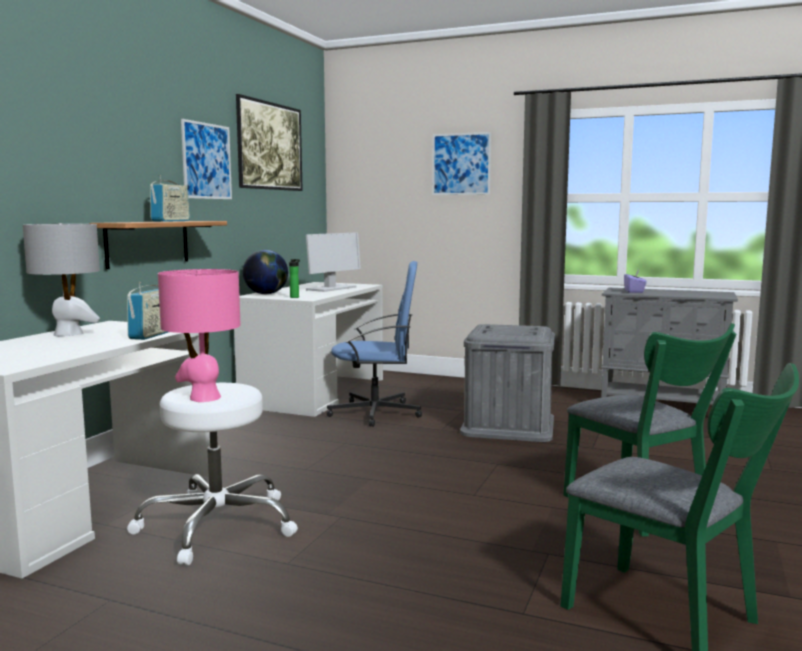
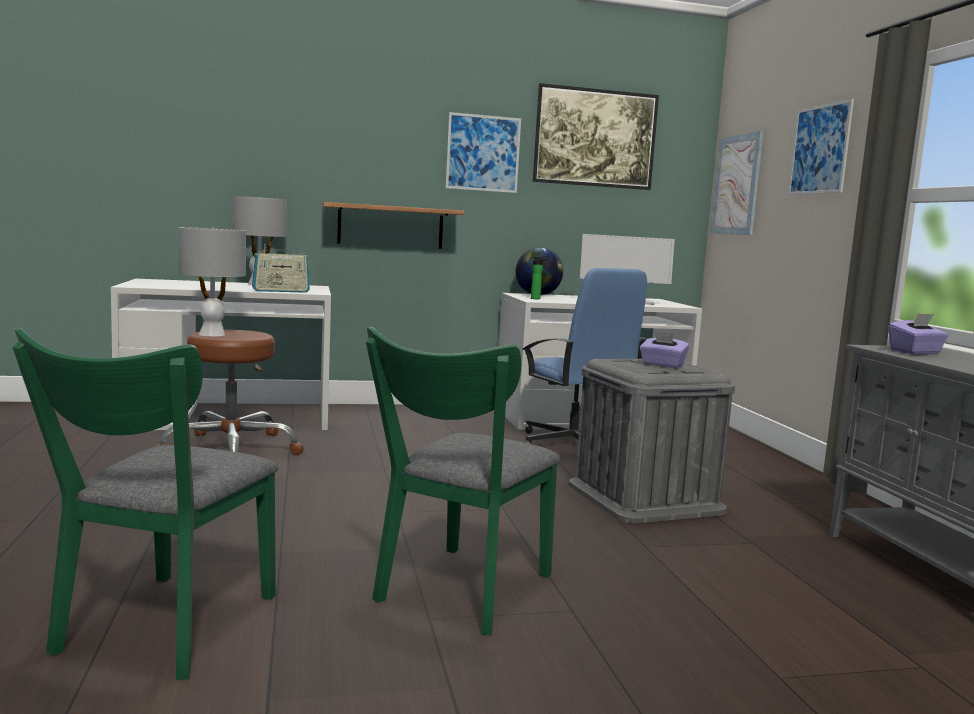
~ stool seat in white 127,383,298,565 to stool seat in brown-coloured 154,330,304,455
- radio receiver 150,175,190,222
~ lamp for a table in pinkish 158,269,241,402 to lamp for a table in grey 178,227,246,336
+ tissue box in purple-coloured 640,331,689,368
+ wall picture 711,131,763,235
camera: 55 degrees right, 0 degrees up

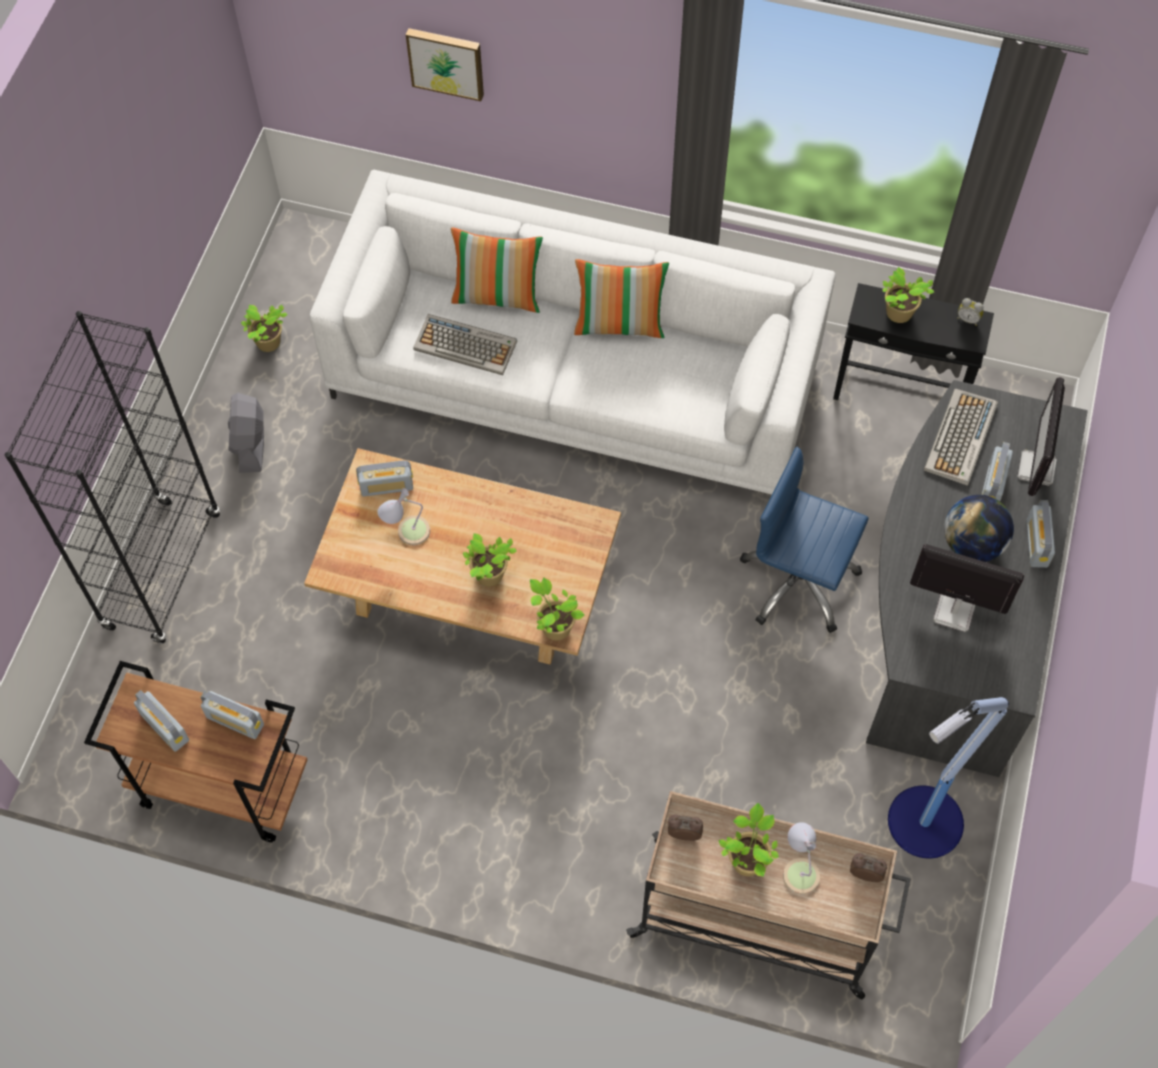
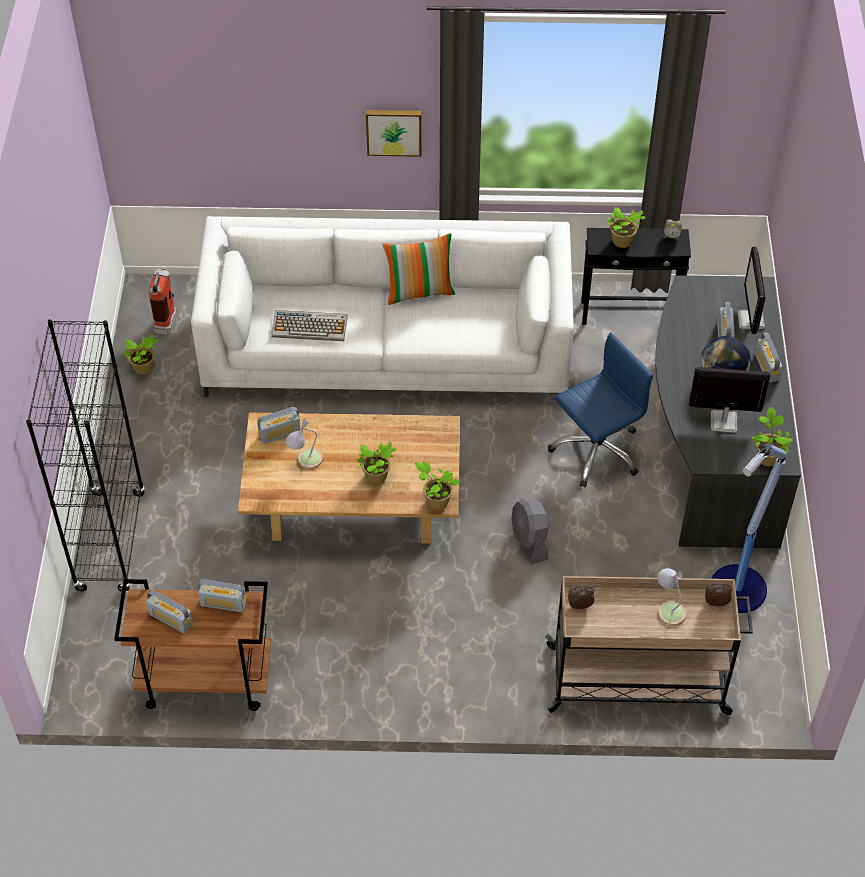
~ electric fan in grey 228,393,264,473 to 511,498,550,564
~ wall picture 406,28,484,101 to 366,110,422,157
- cushion 451,227,543,313
~ potted plant 719,803,779,877 to 751,407,793,467
~ desk chair in blue-coloured 740,447,869,633 = 548,333,653,487 135 degrees clockwise
- PC keyboard 924,389,998,486
+ fire-fighting cylinder 149,268,177,335
camera: 15 degrees left, 10 degrees down

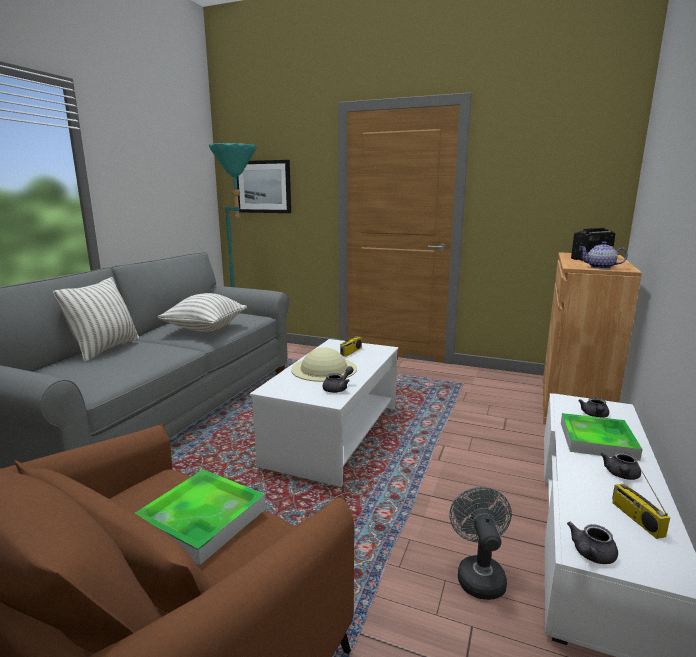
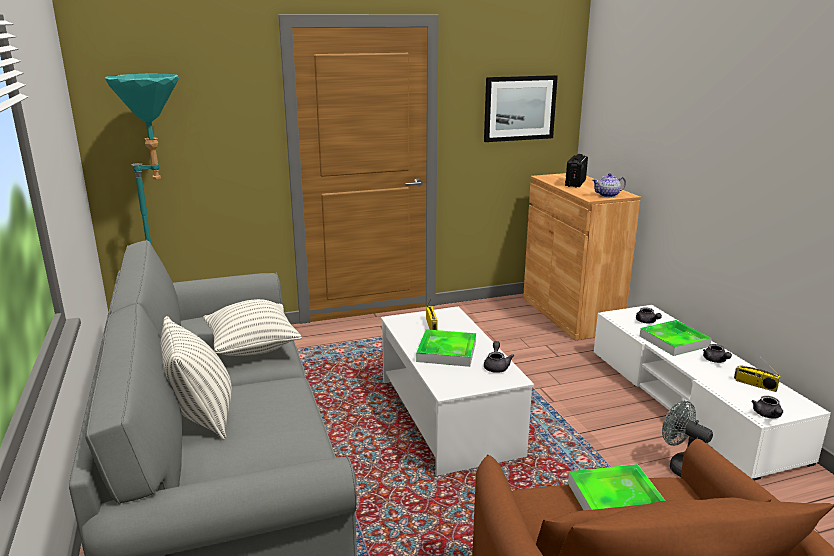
~ wall picture 237,160,291,213 to 484,75,558,142
~ wearable hat in beige 291,347,357,382 to serving tray 416,329,476,367
camera: 40 degrees left, 5 degrees up

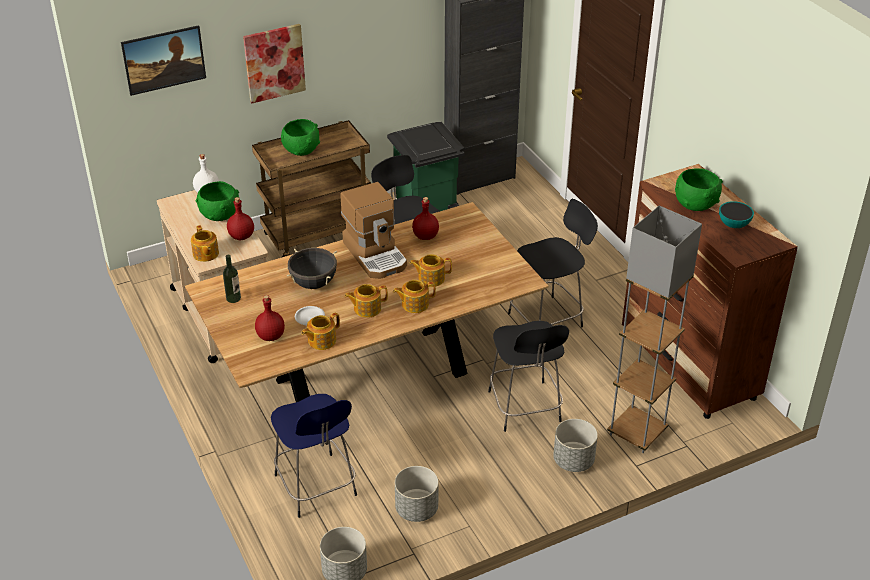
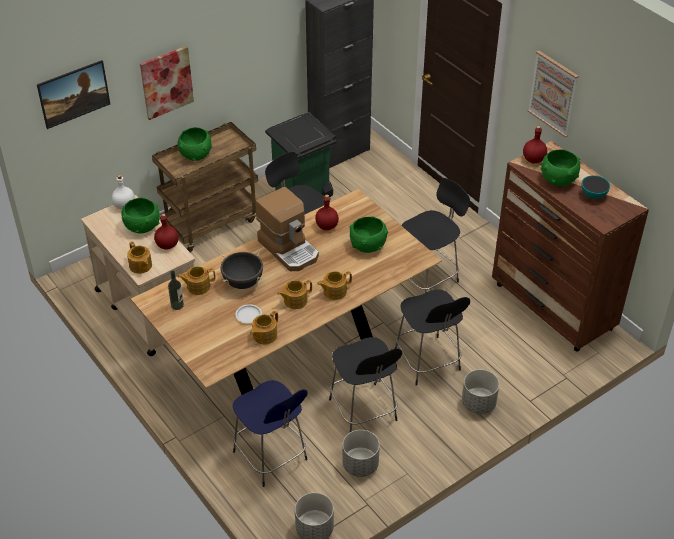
~ bottle in red-coloured 255,295,285,341 to 523,126,547,163
~ tea pot 409,254,452,287 to 178,266,215,295
- standard lamp in grey 607,205,702,453
+ stool seat in blackish 329,337,402,432
+ serving bowl in green 349,216,388,253
+ wall picture 528,51,579,137
camera: 10 degrees left, 5 degrees up

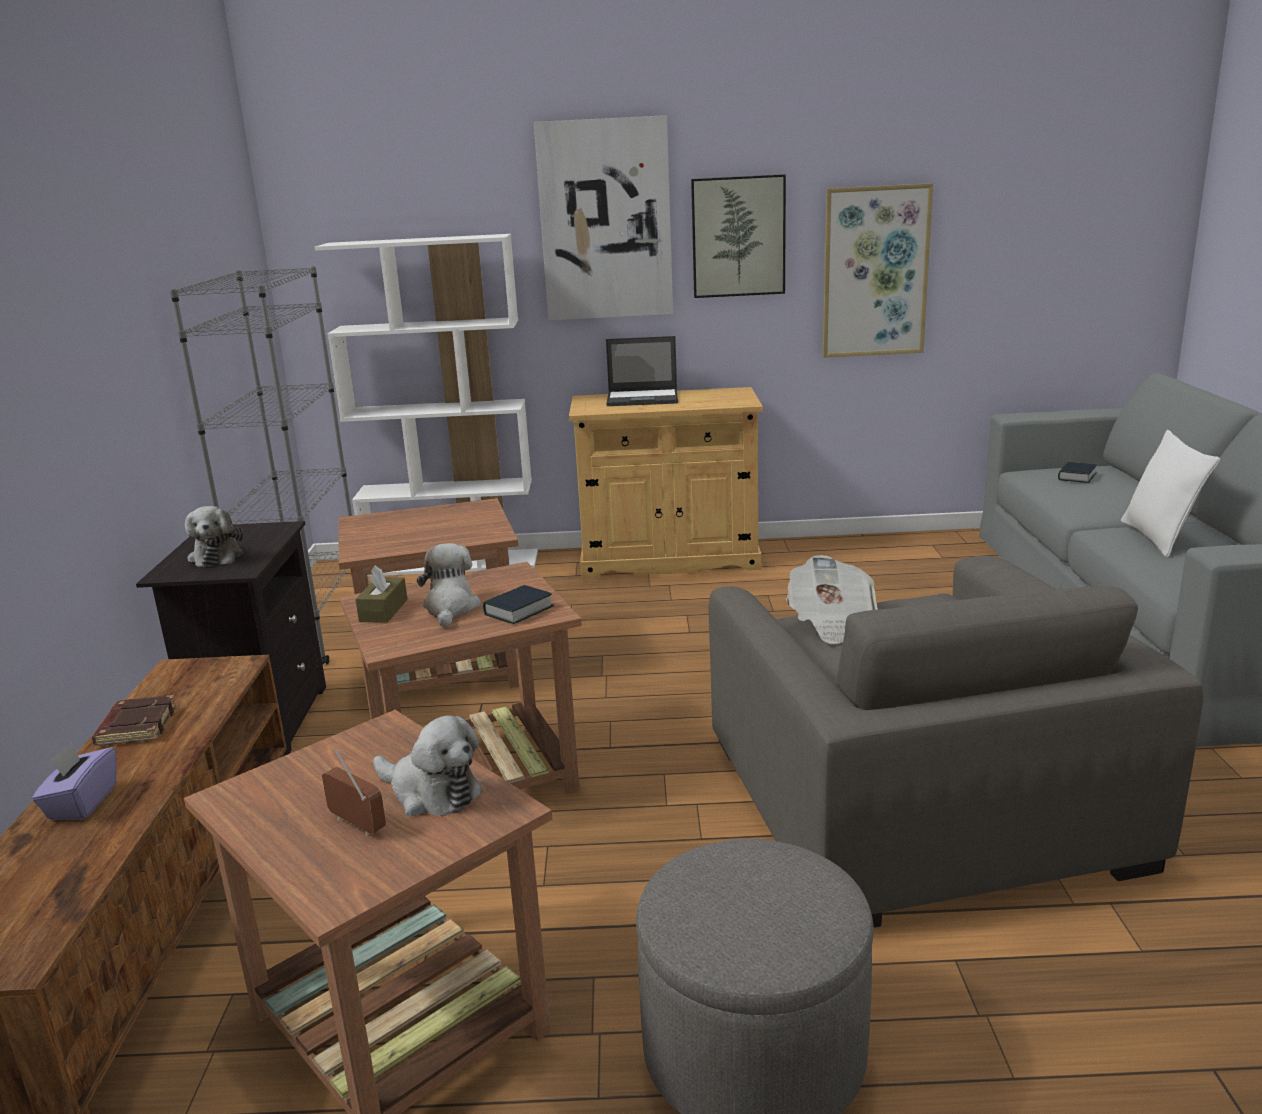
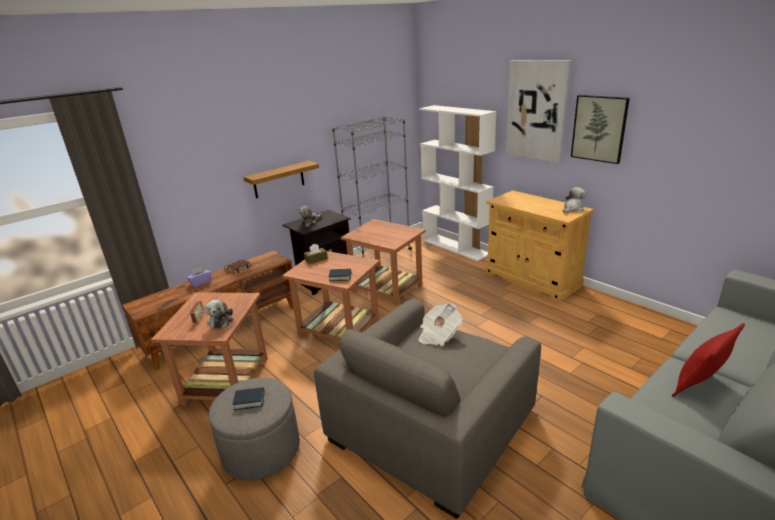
~ plush toy 417,543,481,627 to 563,187,586,213
- laptop 606,336,678,406
- wall picture 822,183,933,358
~ bound book 1058,462,1097,483 to 233,387,265,410
~ cushion in white 1121,430,1220,558 to cushion in red-coloured 672,323,745,397
+ wall shelf 243,161,319,198
camera: 50 degrees right, 5 degrees up

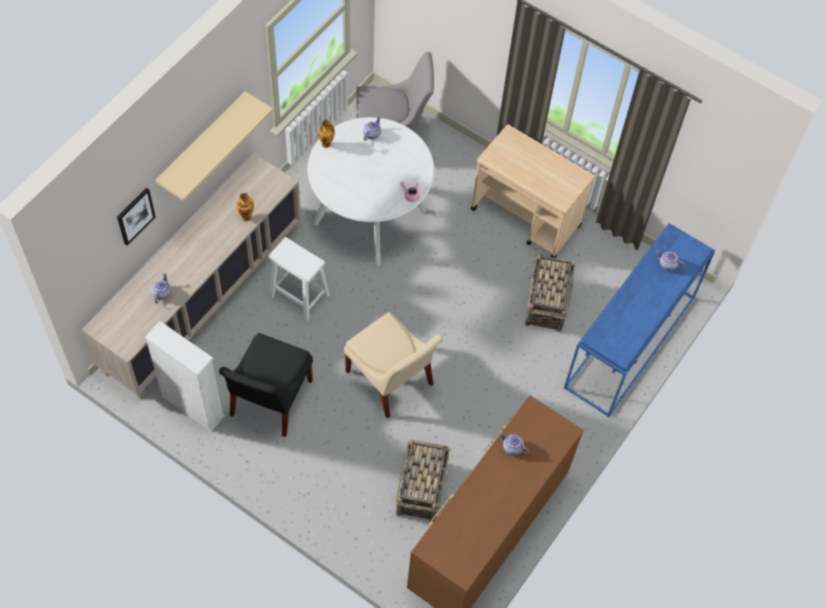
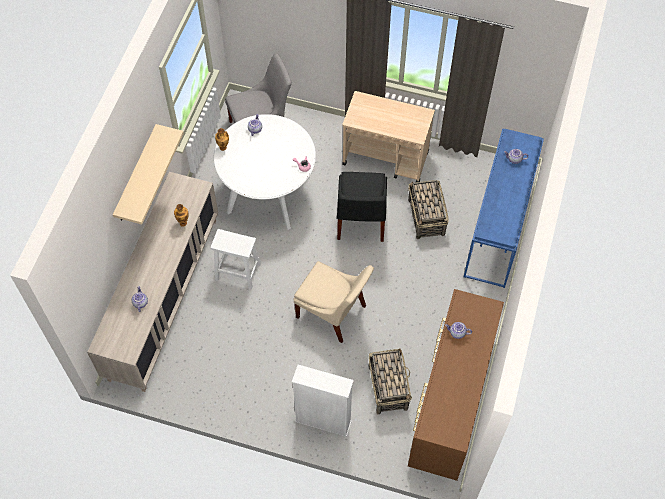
- wall picture 117,188,156,246
~ bookcase in white 145,321,225,431 to 292,365,354,437
~ chair in blackish 219,333,313,437 to 337,172,387,242
camera: 15 degrees left, 0 degrees up

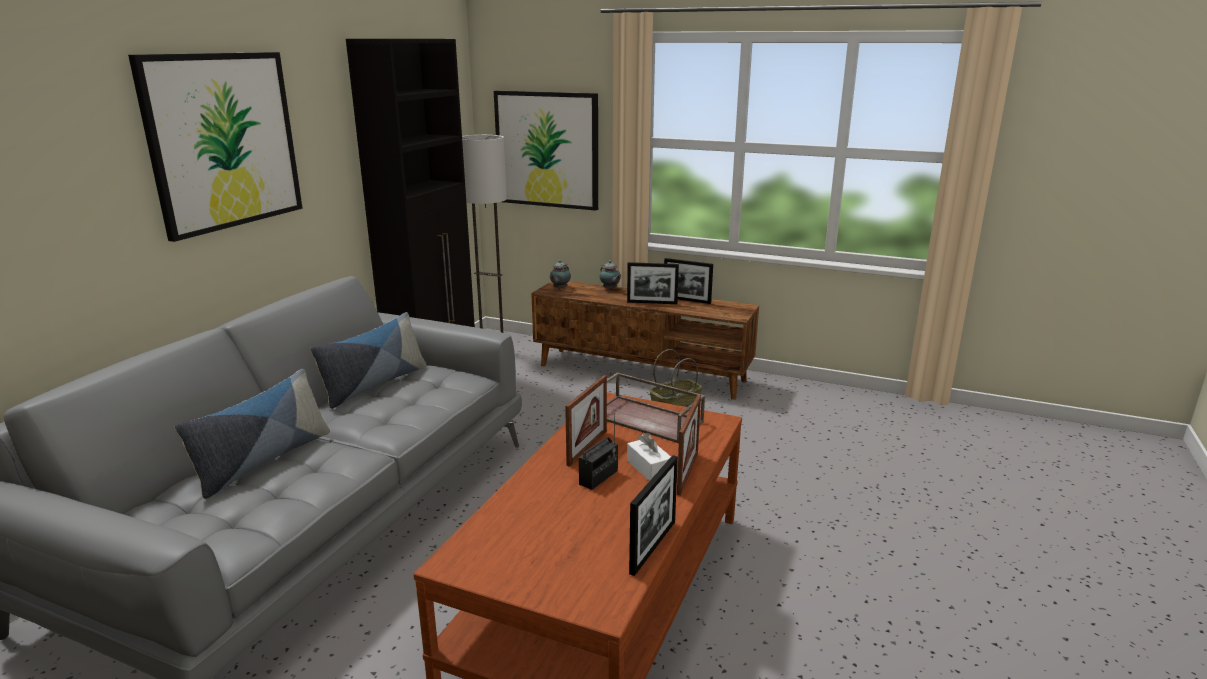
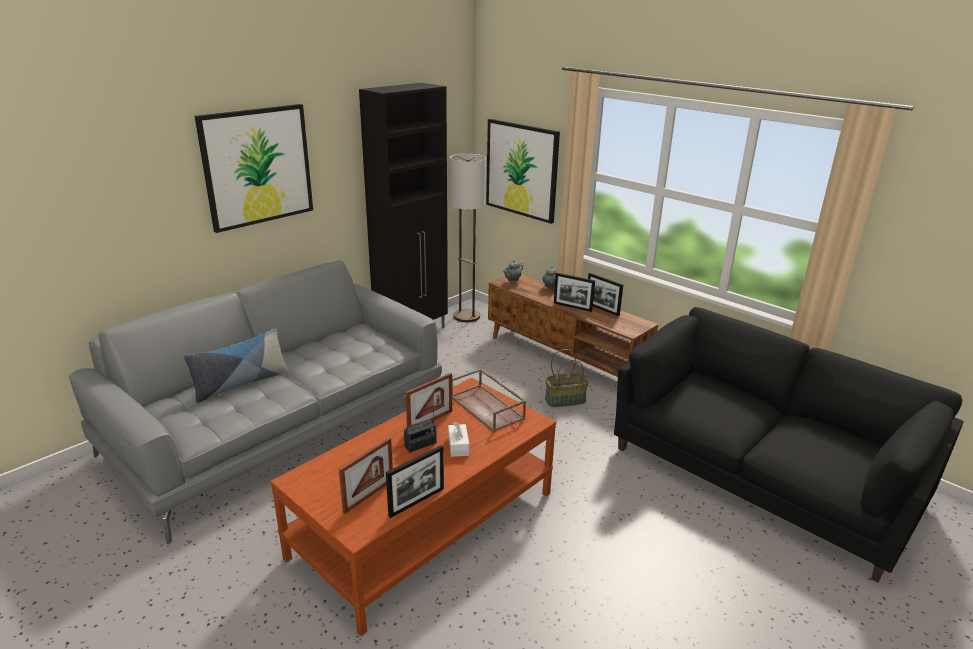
- cushion 310,312,427,409
~ standing frame 677,395,701,496 to 339,437,393,514
+ couch in blackish 614,307,964,582
camera: 20 degrees right, 5 degrees up

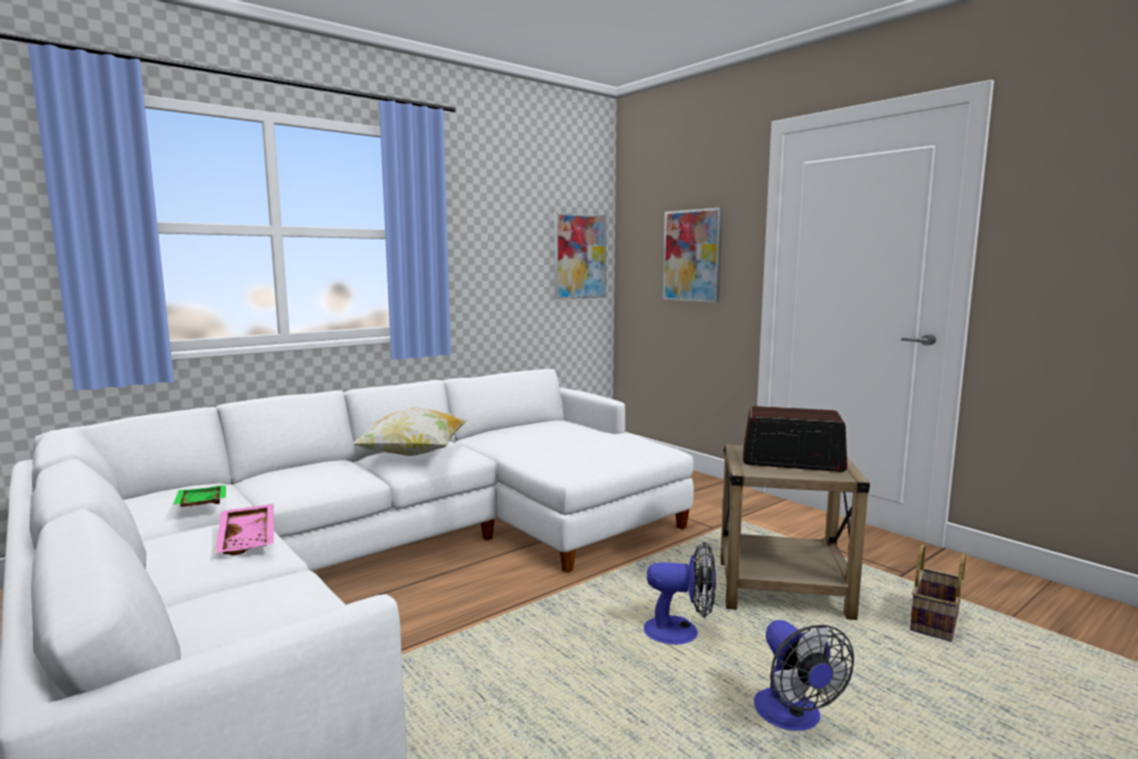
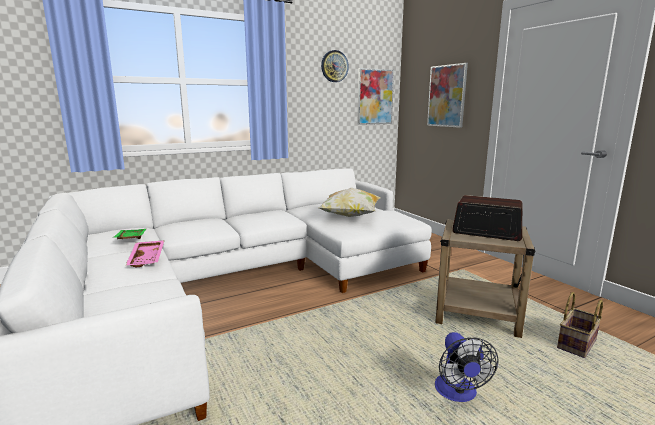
~ cushion 351,407,467,456 to 318,188,380,217
- electric fan 644,542,716,645
+ wall clock 321,50,349,82
camera: 10 degrees right, 5 degrees up

